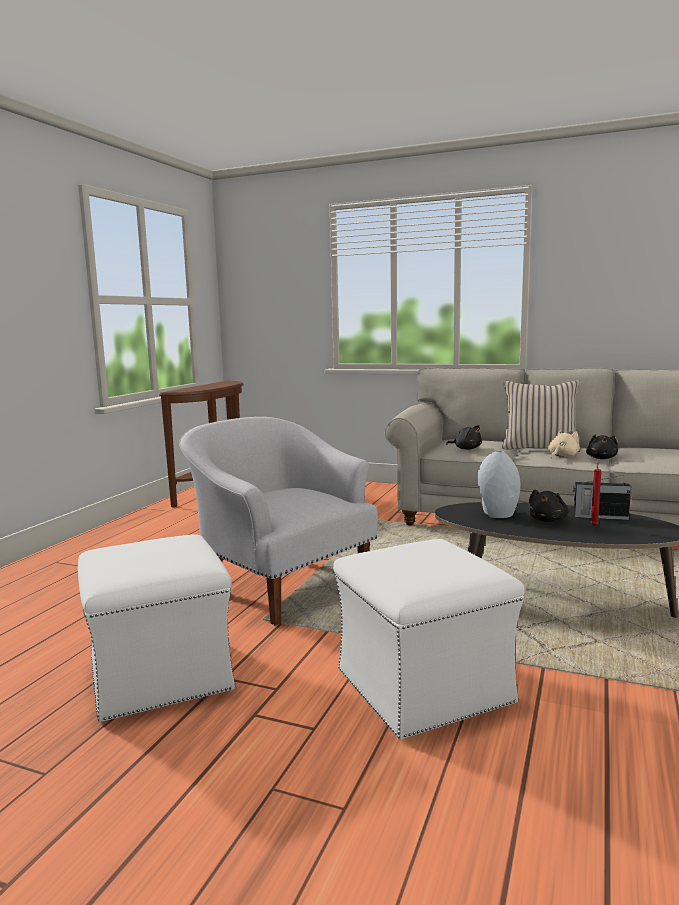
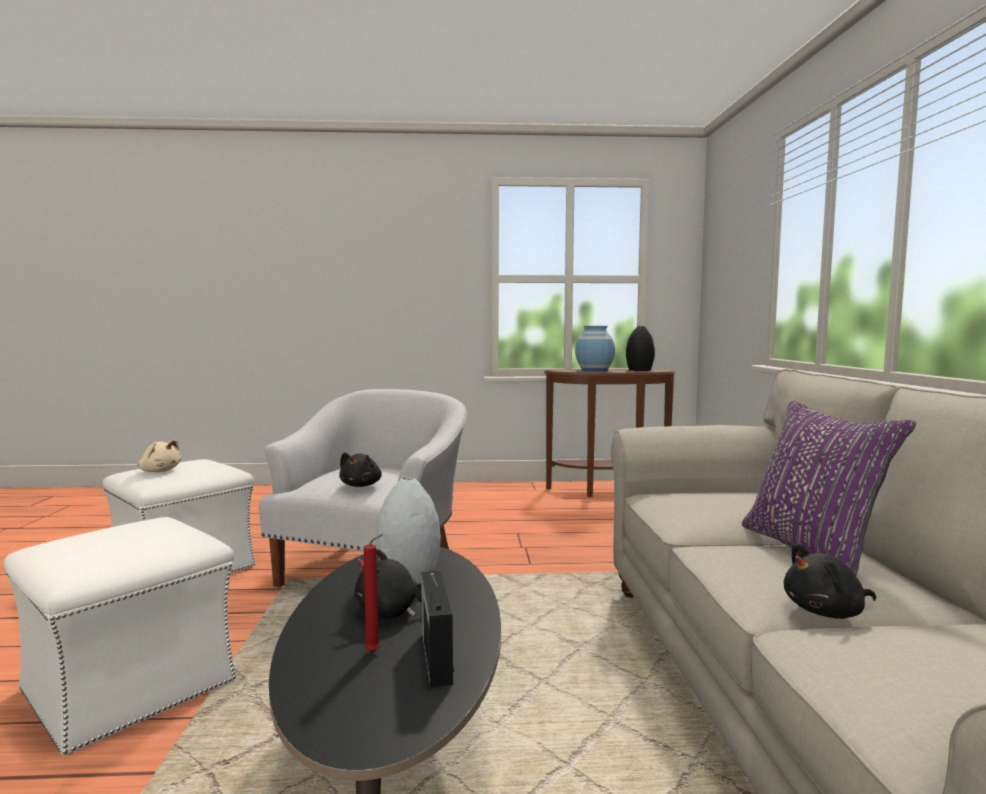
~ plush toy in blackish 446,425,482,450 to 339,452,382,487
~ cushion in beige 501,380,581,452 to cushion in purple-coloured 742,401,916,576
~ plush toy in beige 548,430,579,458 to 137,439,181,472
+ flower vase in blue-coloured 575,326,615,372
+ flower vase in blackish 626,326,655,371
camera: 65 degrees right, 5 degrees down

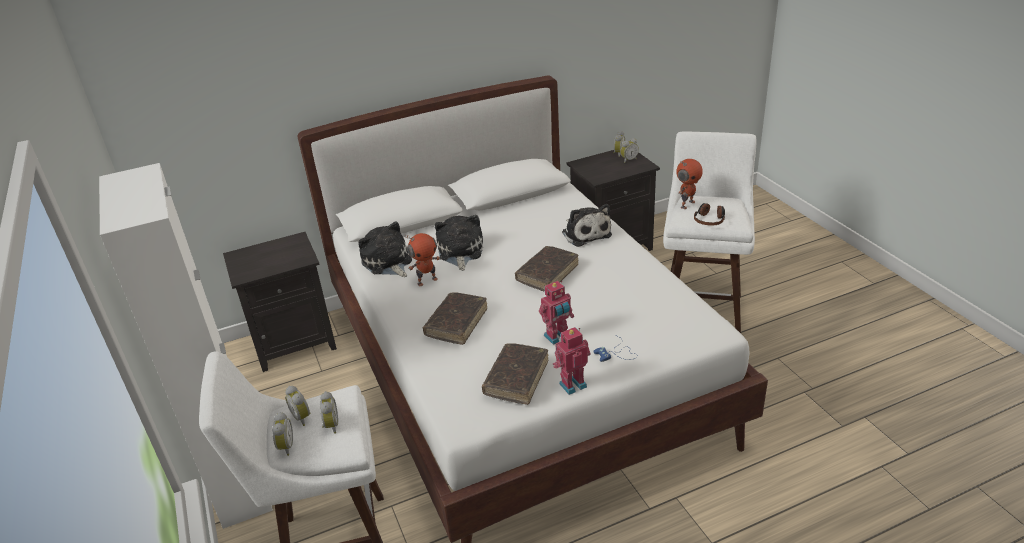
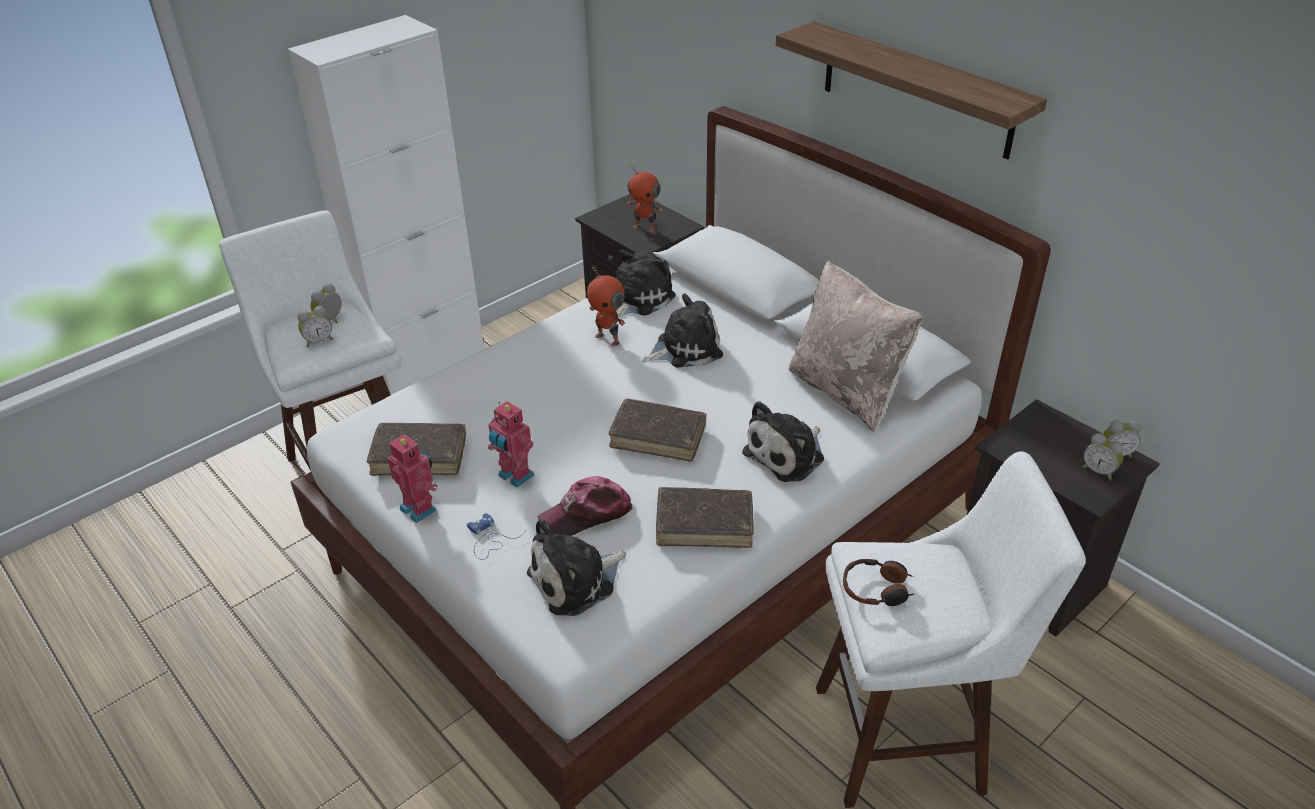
- bedside clock 272,412,293,456
~ bound book in brown-coloured 423,293,487,345 to 656,487,754,548
~ model robot 676,159,703,209 to 627,165,663,232
+ plush toy 527,519,626,616
+ baseball cap 538,476,632,536
+ wall shelf 776,21,1047,160
+ cushion in beige 788,261,923,432
camera: 70 degrees right, 5 degrees up

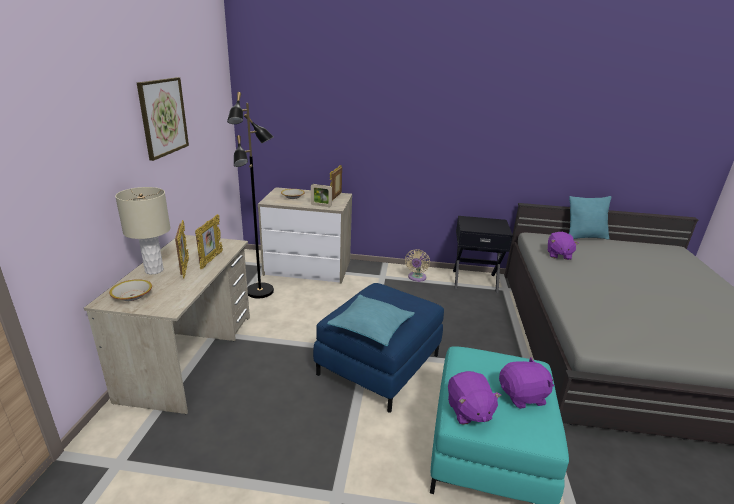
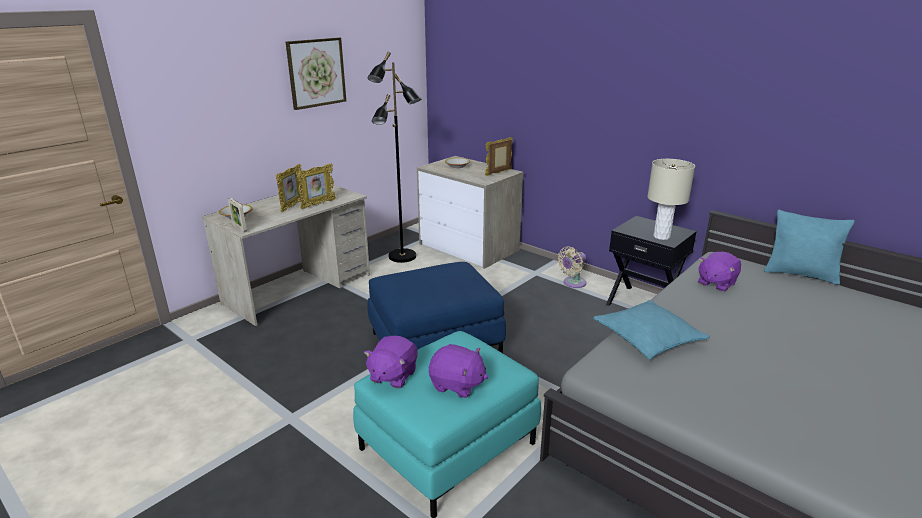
~ lamp for a table in beige 115,187,170,274 to 647,159,695,240
~ standing frame 311,184,332,207 to 228,198,247,232
~ cushion in blue-green 327,295,415,346 to 593,300,710,359
camera: 35 degrees right, 0 degrees up

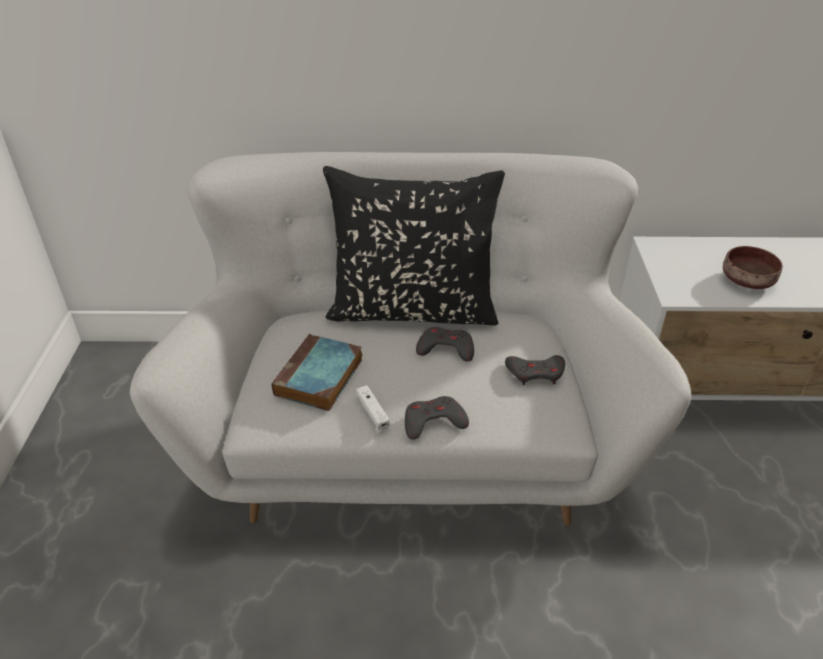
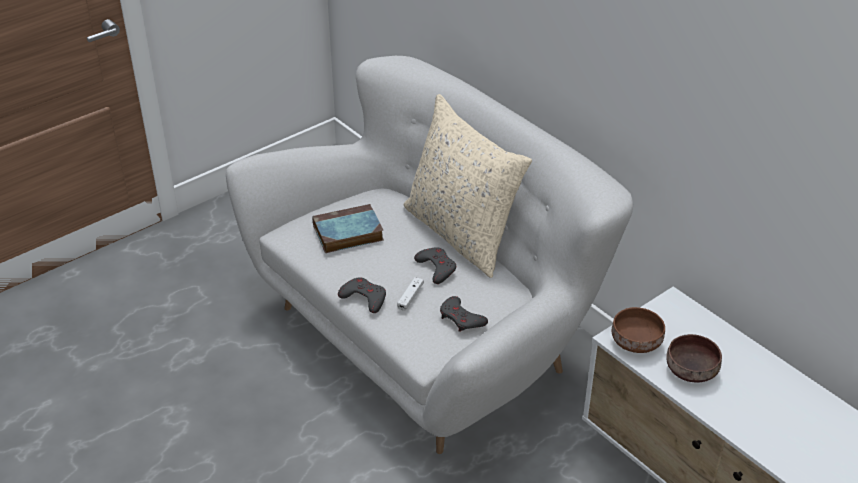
~ cushion in blackish 323,166,505,326 to cushion in beige 404,94,532,278
~ gamepad in white 356,385,390,430 to 397,277,424,311
+ serving bowl in brown-coloured 612,307,665,353
camera: 50 degrees right, 0 degrees up

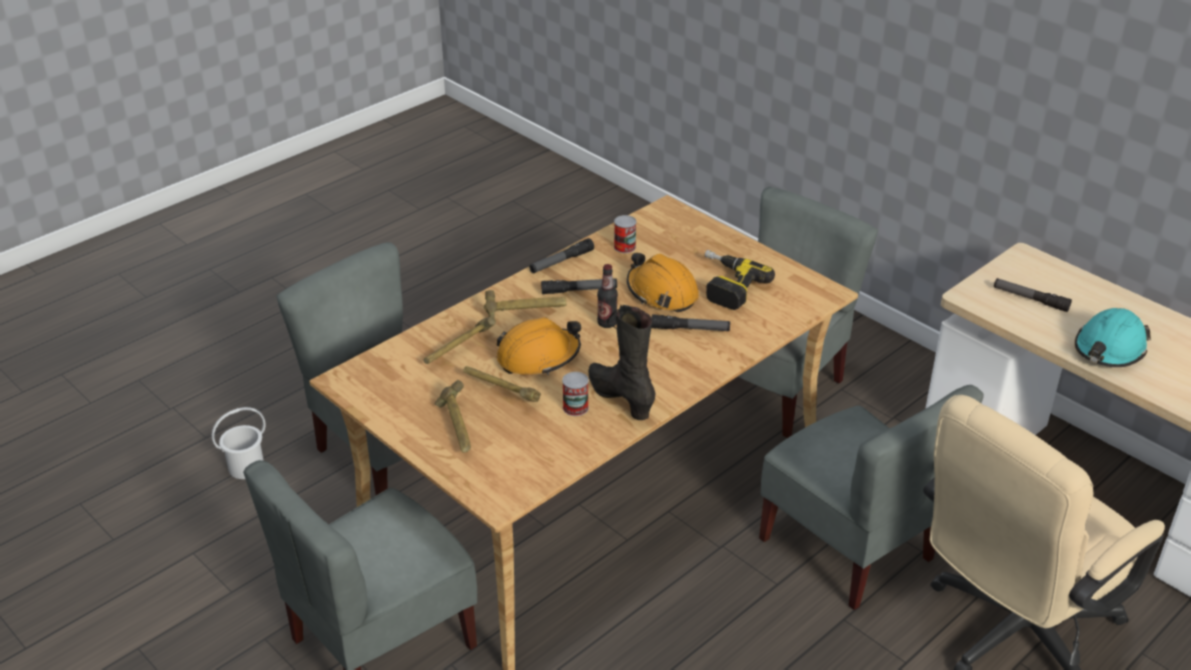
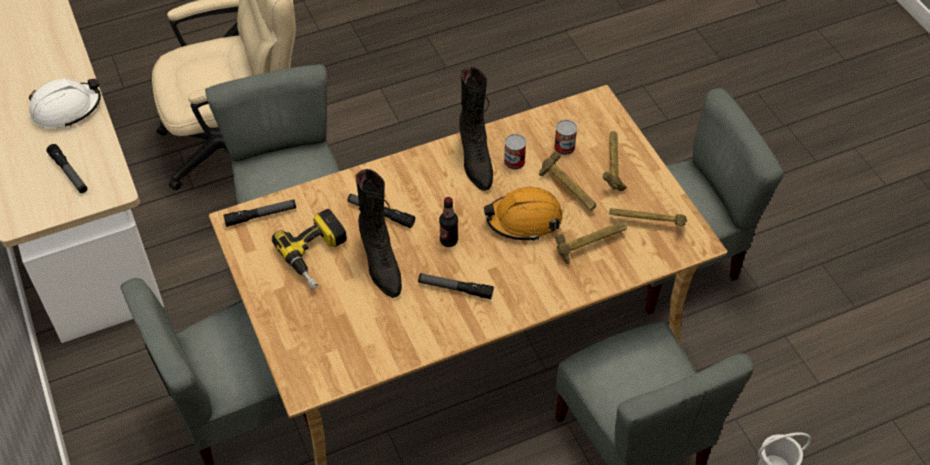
~ tool hammer 484,290,566,317 to 609,208,687,226
~ flashlight 529,238,594,273 to 223,199,296,227
~ metal can 614,215,636,253 to 554,120,577,155
~ safety helmet in orange-coloured 627,253,699,312 to boot in blackish 356,169,402,298
~ safety helmet in blue-green 1075,308,1151,367 to safety helmet in white 29,78,101,128
camera: 160 degrees left, 15 degrees up

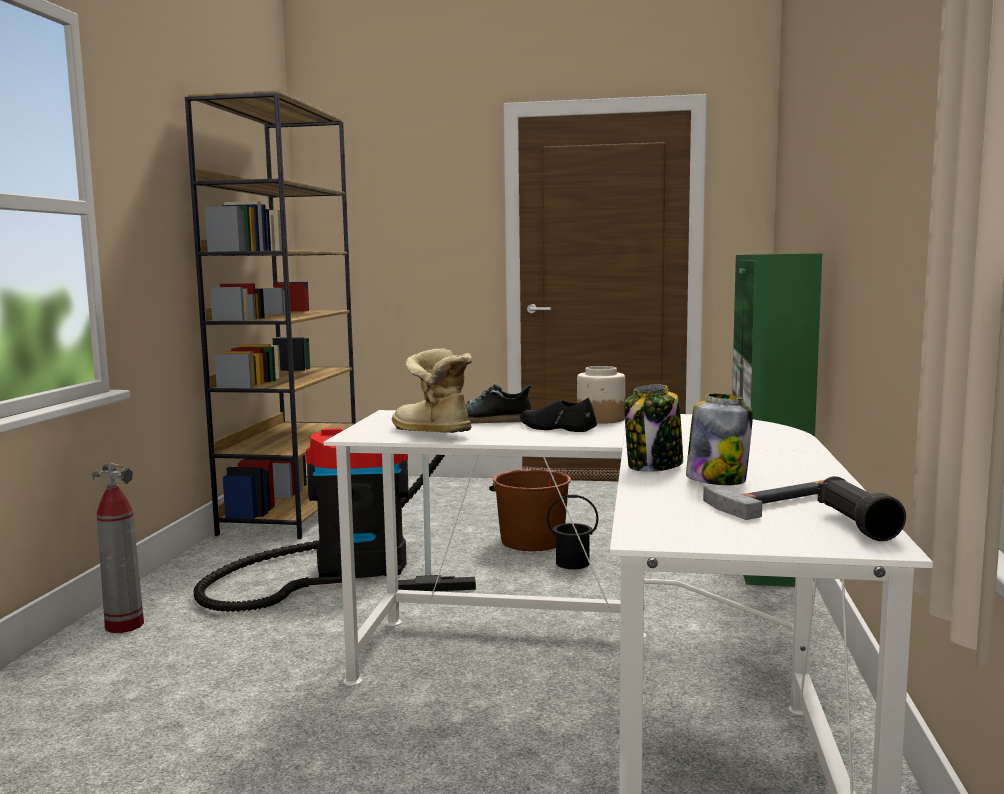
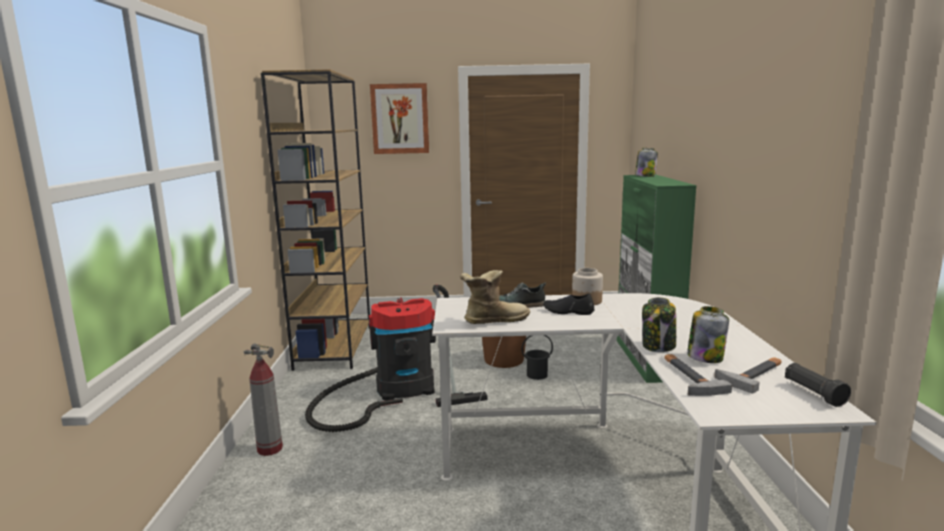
~ boot 392,348,472,433 = 460,270,530,324 120 degrees clockwise
+ wall picture 370,83,429,154
+ storage jar 635,148,658,177
+ tool hammer 665,354,732,396
camera: 10 degrees left, 5 degrees up

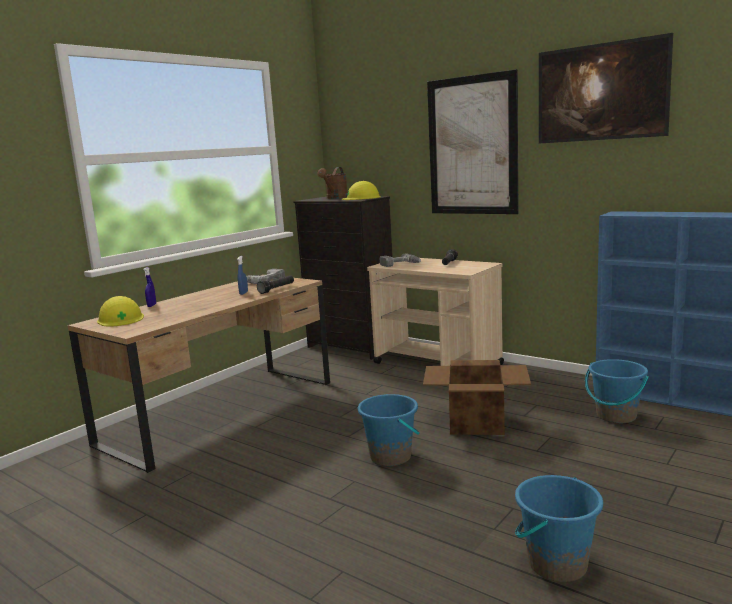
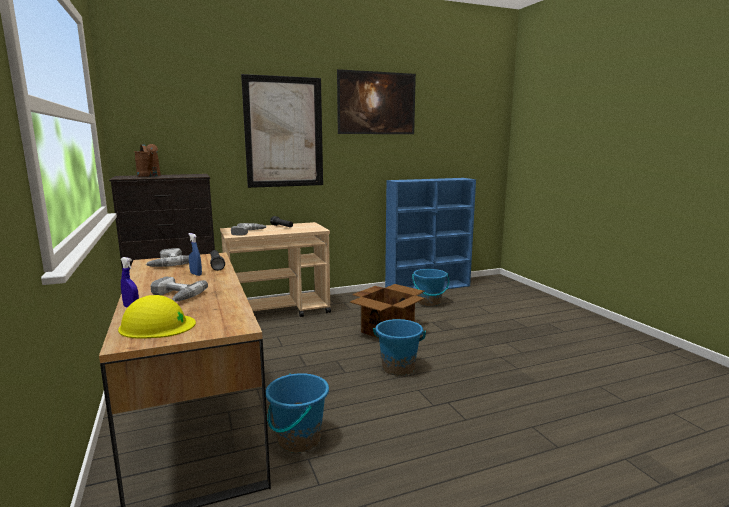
- safety helmet in yellow-coloured 342,181,381,200
~ pail in blue-coloured 515,475,603,582 to 266,373,329,453
+ electric drill 150,277,208,301
camera: 60 degrees left, 0 degrees up

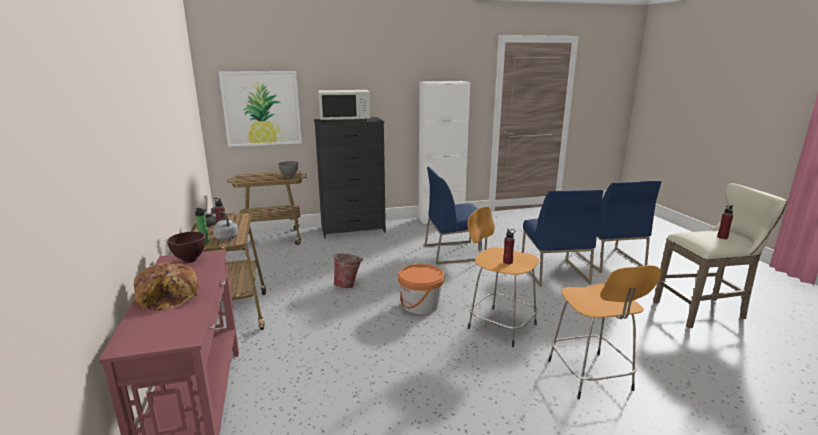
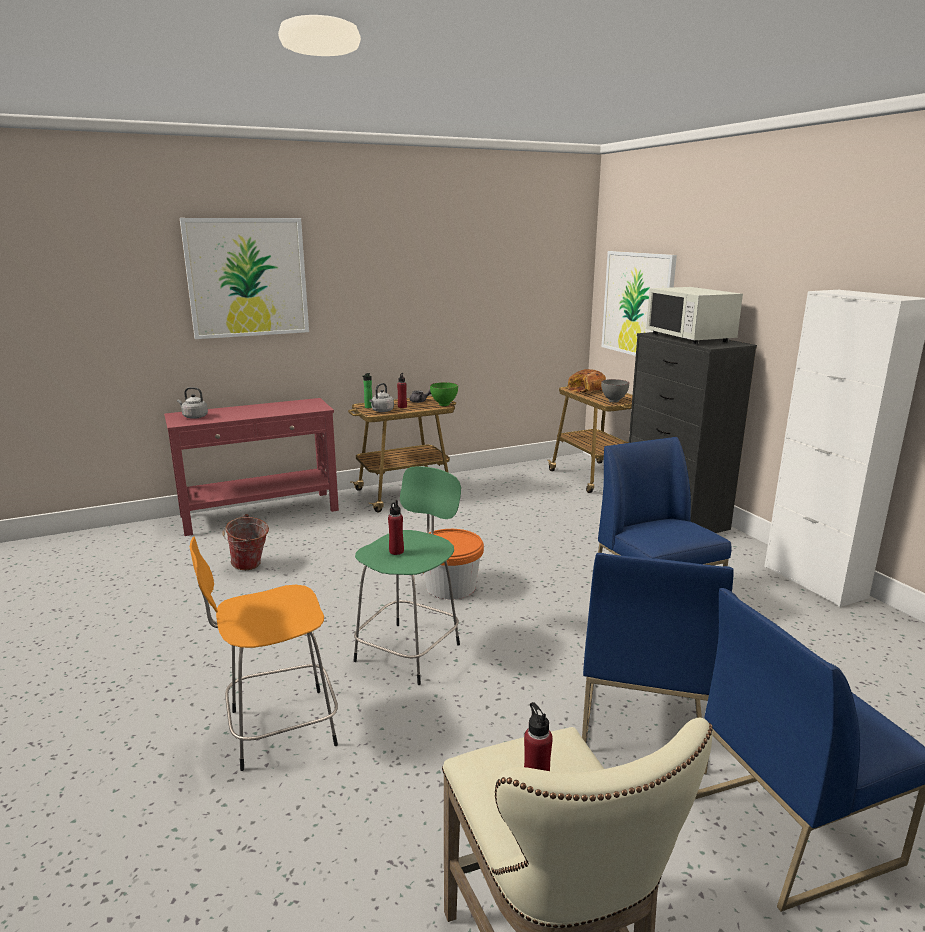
~ baked bread 134,262,199,311 to 568,369,606,392
- serving bowl in brown-coloured 167,231,206,263
~ pail 333,254,363,288 to 222,514,269,570
~ stool seat in orange-coloured 467,207,539,347 to stool seat in green 354,466,461,685
~ chair in blue-coloured 522,189,603,287 = 582,553,734,774 60 degrees counterclockwise
+ water kettle in grey 177,387,208,419
+ wall picture 180,218,309,339
+ serving bowl in green 430,382,458,406
camera: 80 degrees right, 0 degrees up

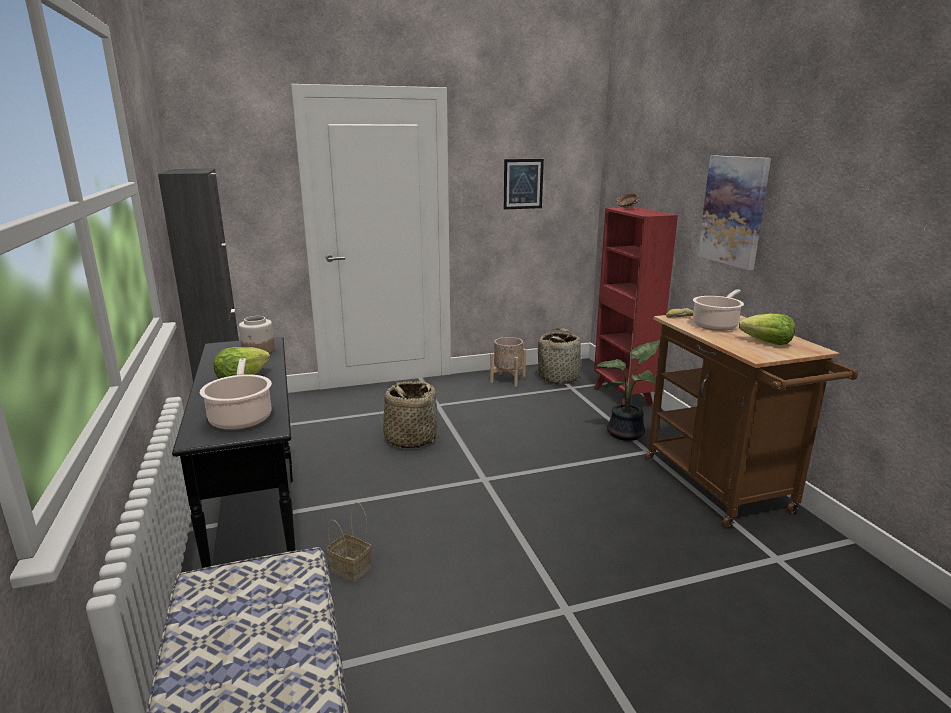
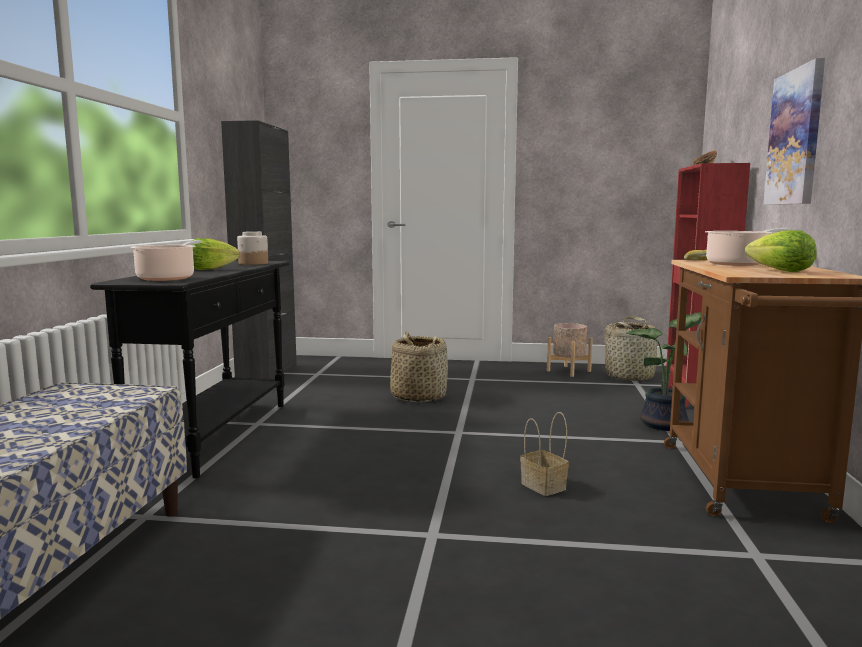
~ basket 326,502,371,582 to 520,412,569,496
- wall picture 504,159,544,210
camera: 25 degrees right, 10 degrees down

